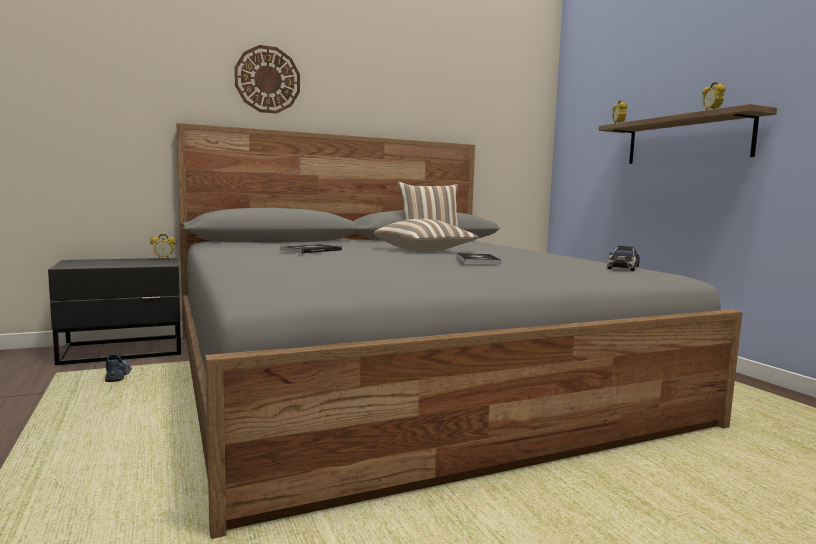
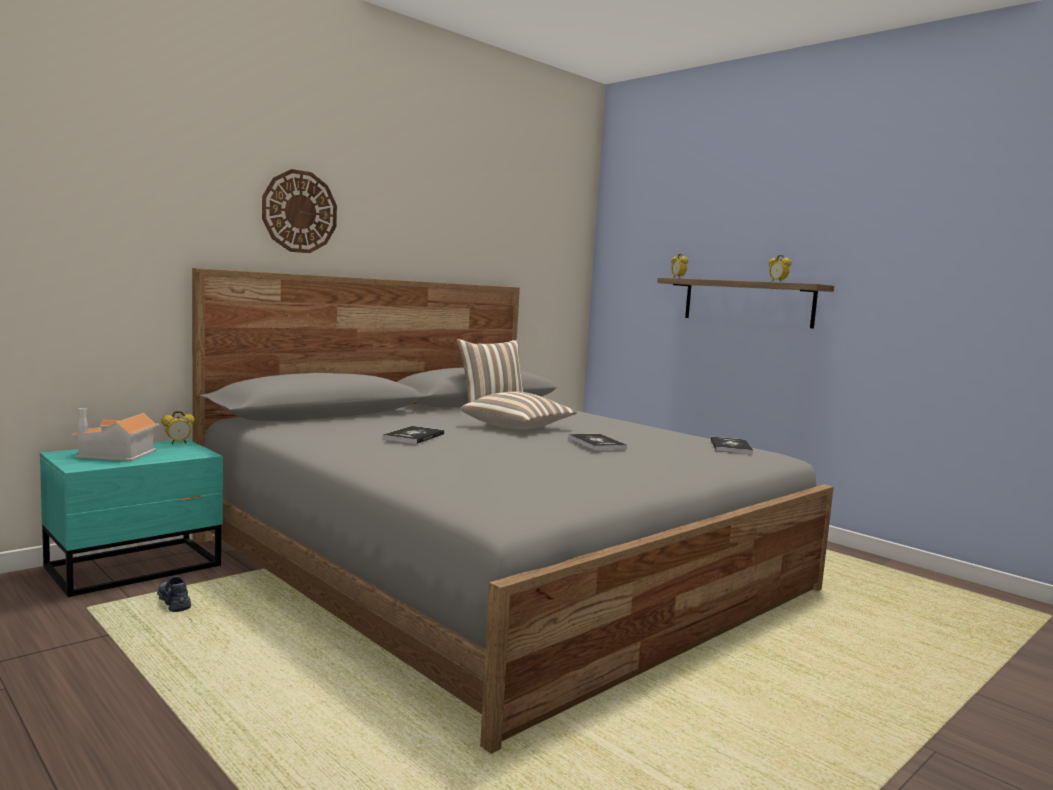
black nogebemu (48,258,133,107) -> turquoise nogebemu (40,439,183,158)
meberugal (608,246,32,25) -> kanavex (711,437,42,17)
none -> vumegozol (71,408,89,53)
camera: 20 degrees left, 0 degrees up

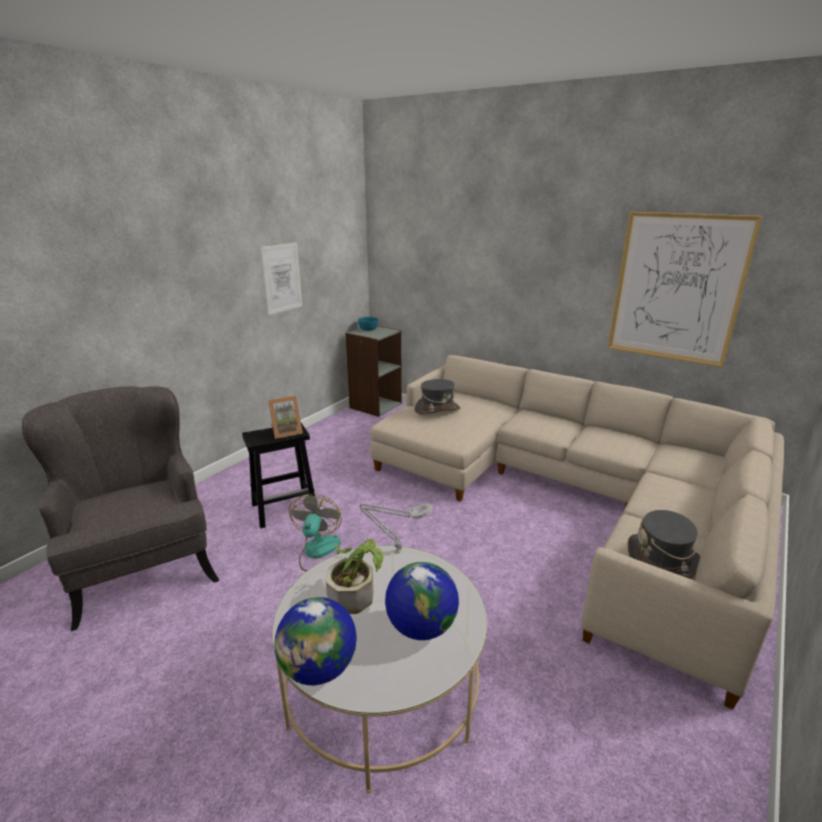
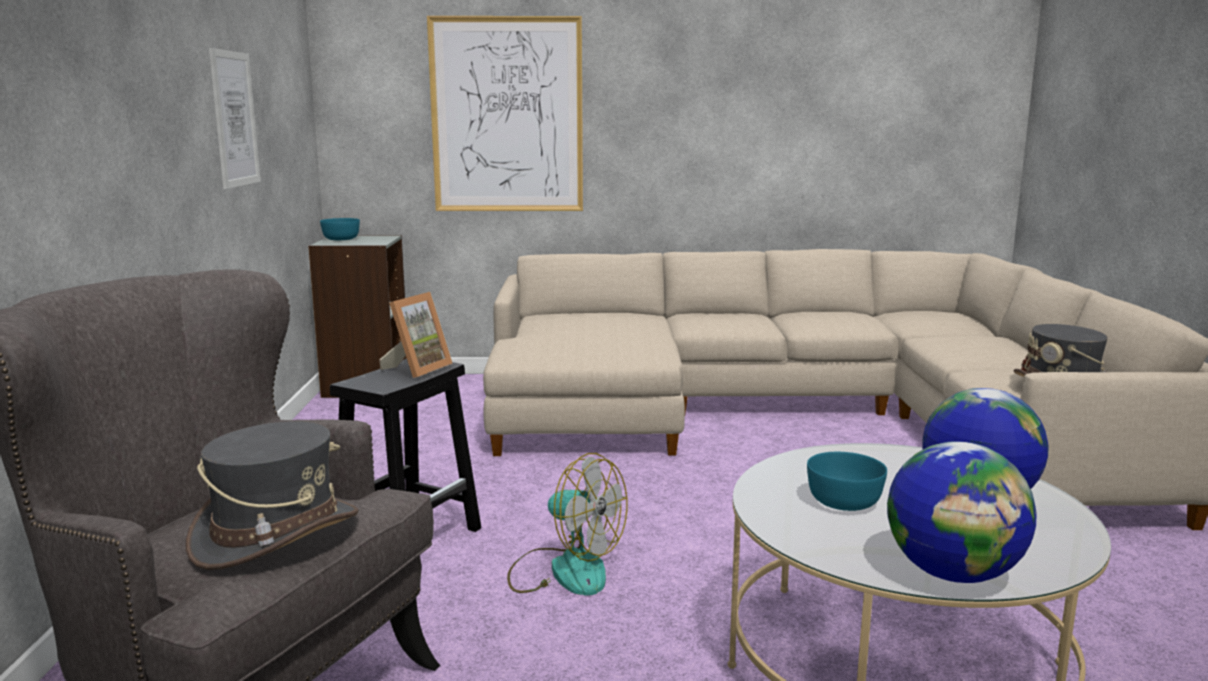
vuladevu (289,494,53,77) -> vuladevu (507,453,120,143), 150 degrees clockwise
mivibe (325,539,59,75) -> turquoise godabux (807,452,80,59)
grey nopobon (359,503,73,50) -> none
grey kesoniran (415,379,45,35) -> grey kesoniran (186,421,173,149), move
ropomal (608,212,155,155) -> ropomal (427,16,156,195), move
camera: 35 degrees left, 10 degrees down

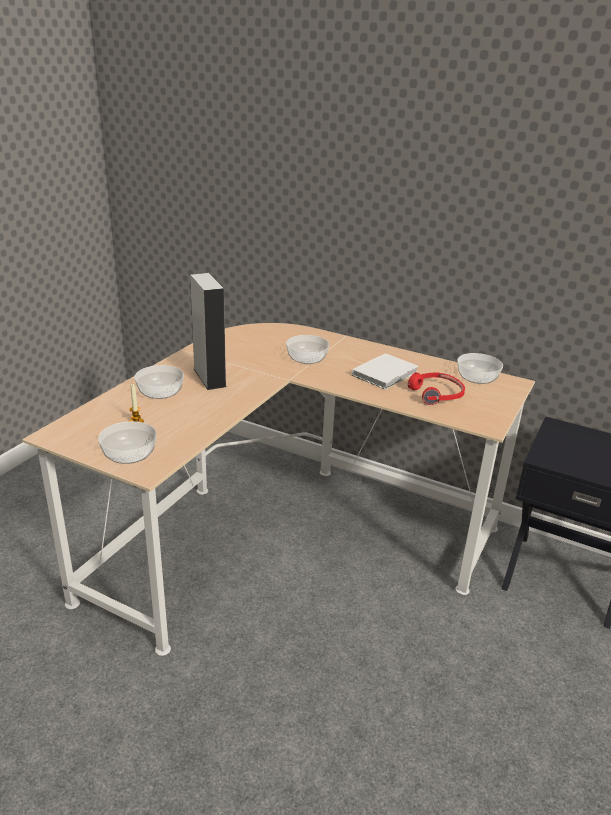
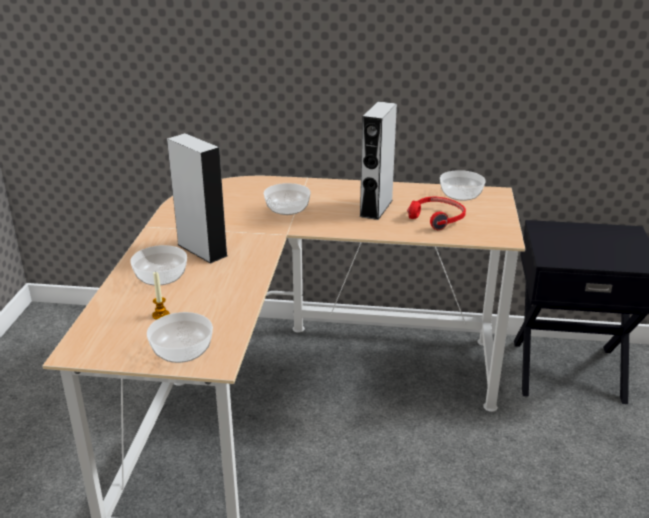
white kanavex (352,353,67,37) -> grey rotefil (359,101,38,119)
camera: 20 degrees left, 0 degrees up

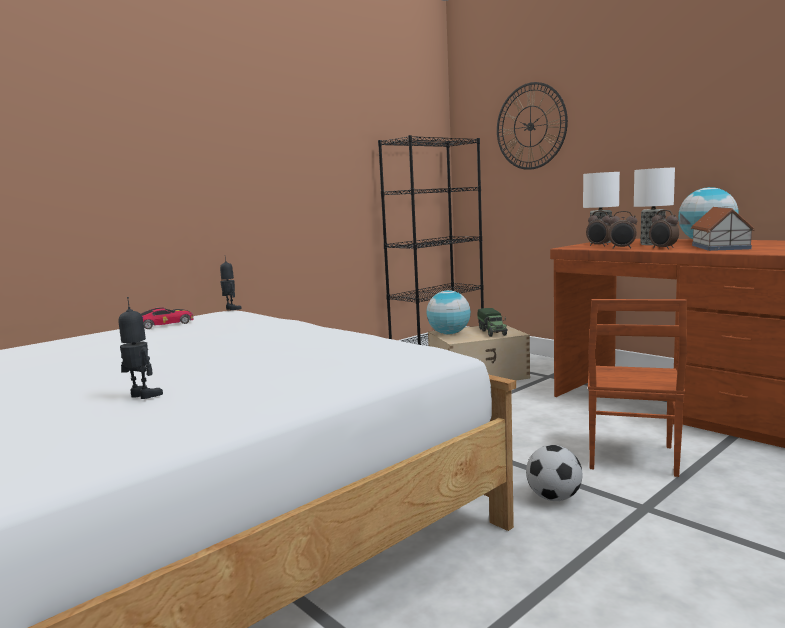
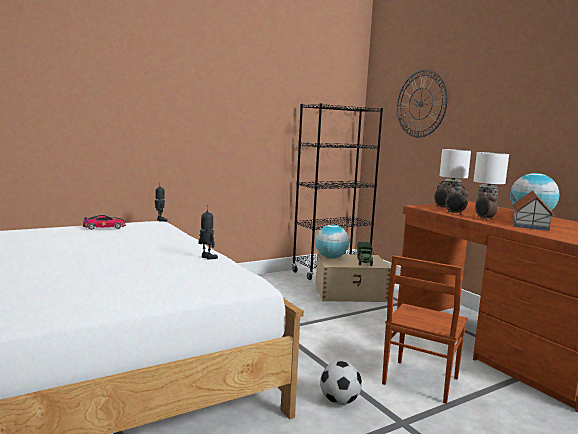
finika (119,297,44,102) -> finika (198,205,20,54), move
camera: 10 degrees right, 0 degrees up

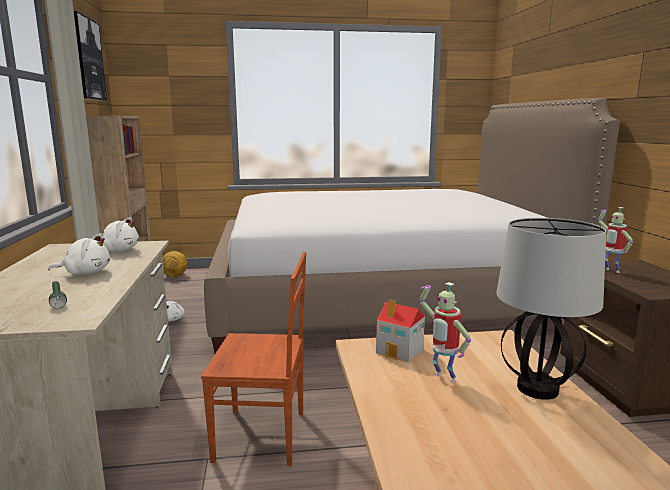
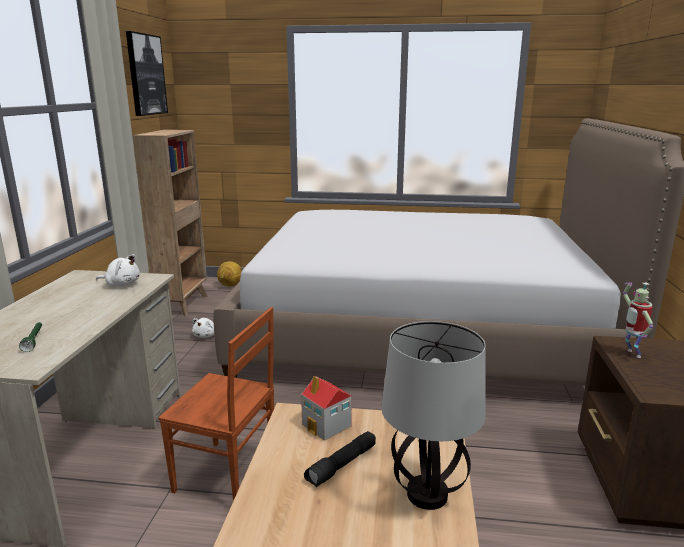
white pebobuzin (48,234,62,41) -> none
finika (419,282,52,101) -> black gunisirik (304,431,72,56)
camera: 15 degrees right, 5 degrees up

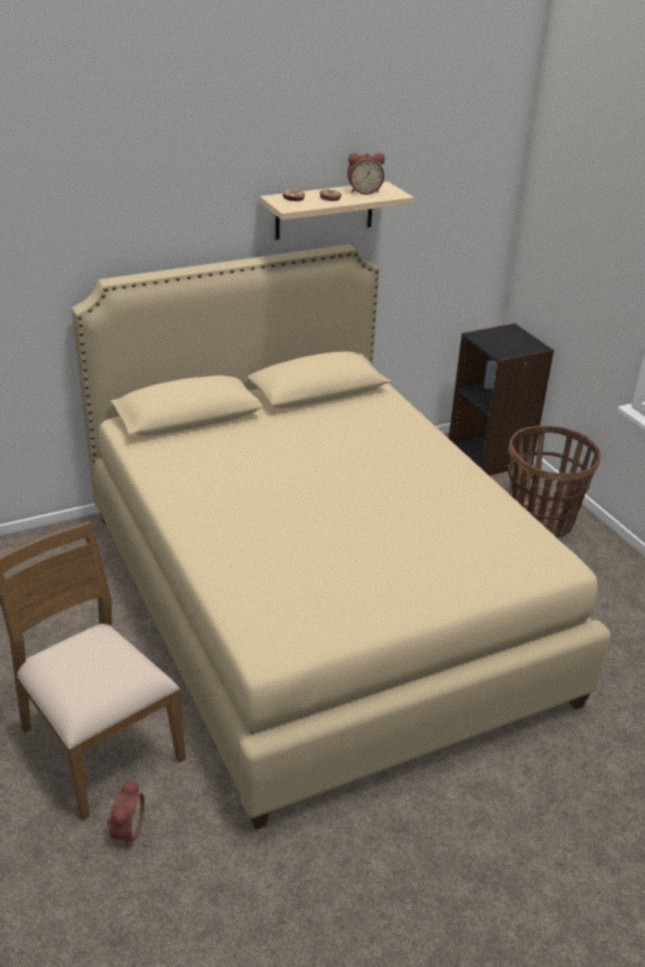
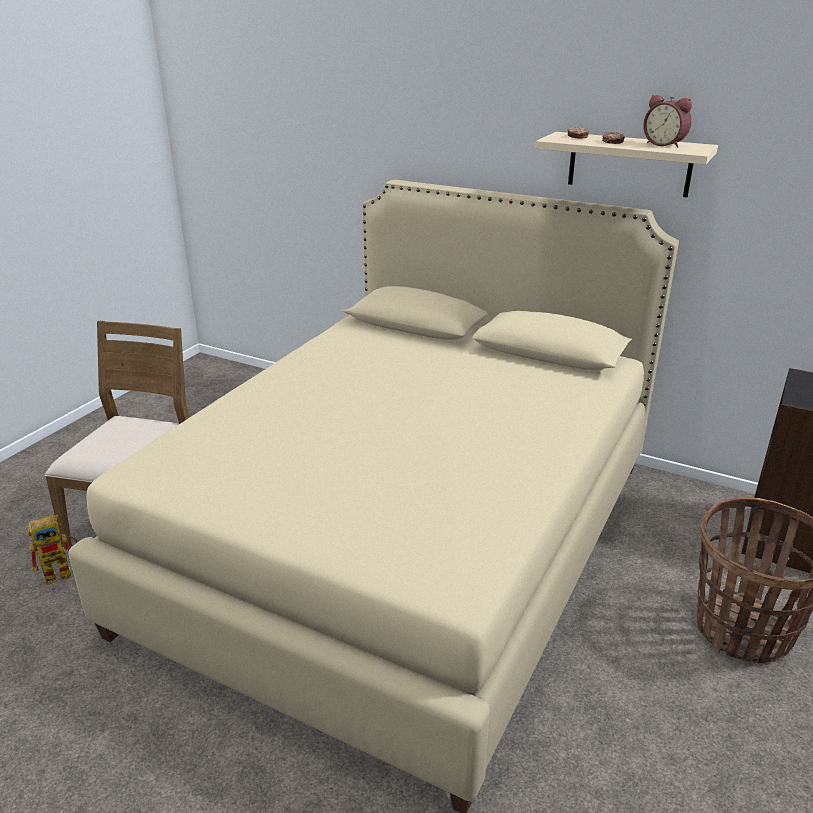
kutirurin (107,779,37,68) -> finika (28,514,50,71)
camera: 55 degrees right, 5 degrees down

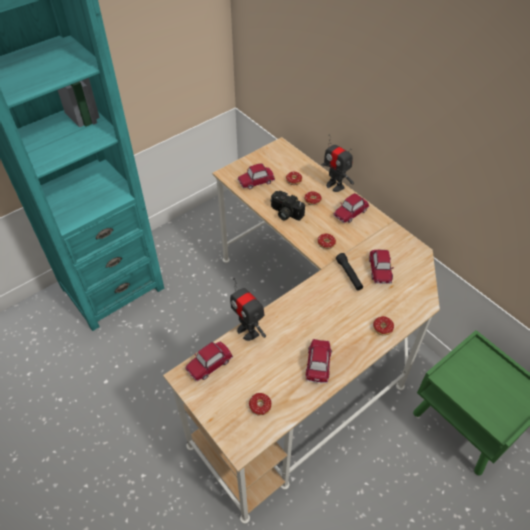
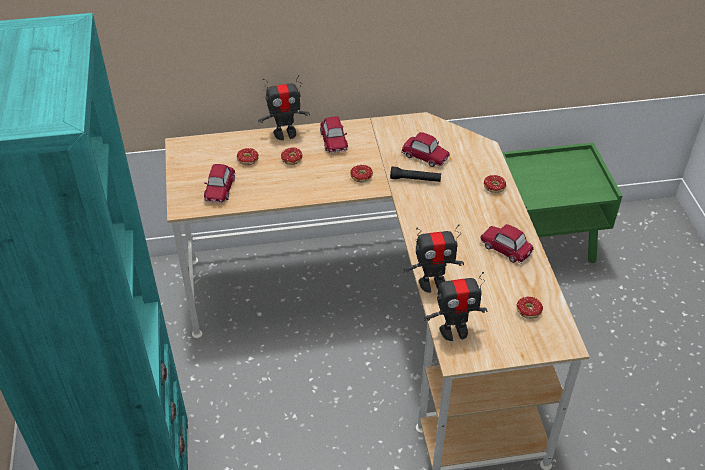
meberugal (185,342,48,39) -> finika (424,272,63,69)
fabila (270,191,35,30) -> none
camera: 60 degrees left, 5 degrees down

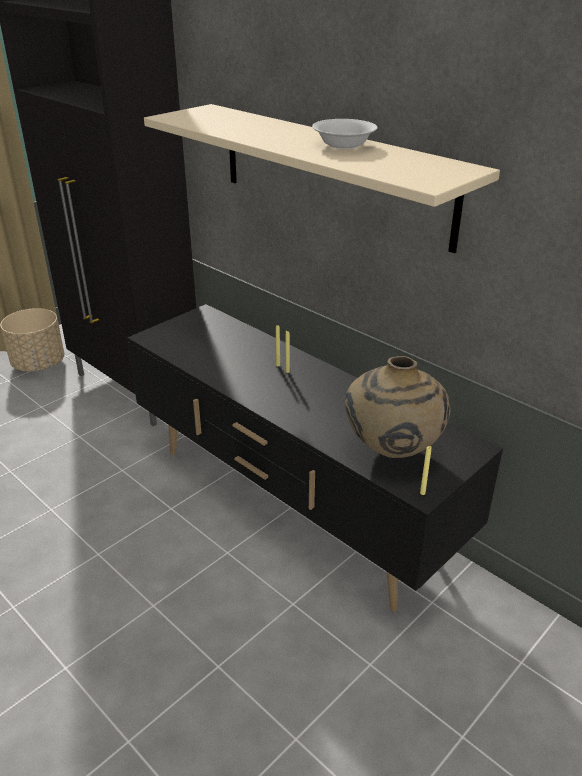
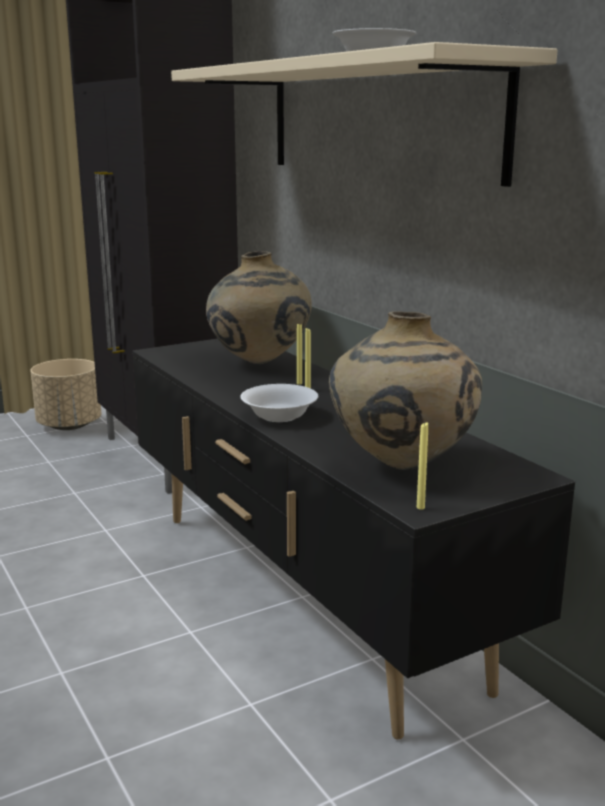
none -> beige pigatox (206,251,106,113)
none -> white godabux (241,384,77,38)
camera: 15 degrees right, 15 degrees down

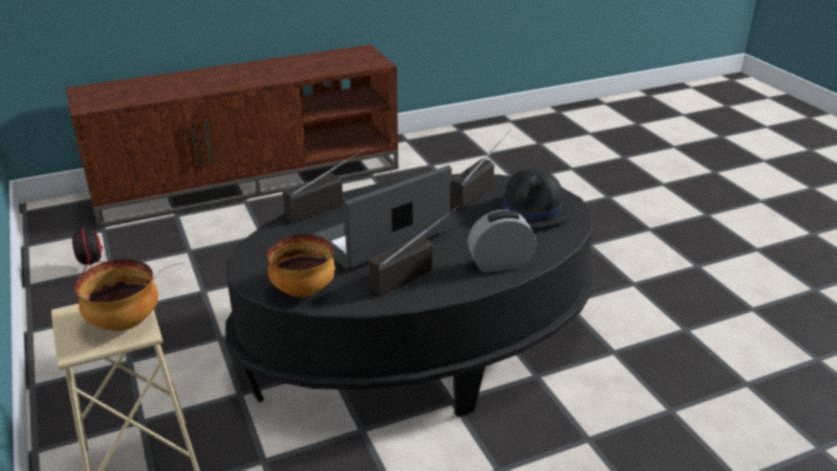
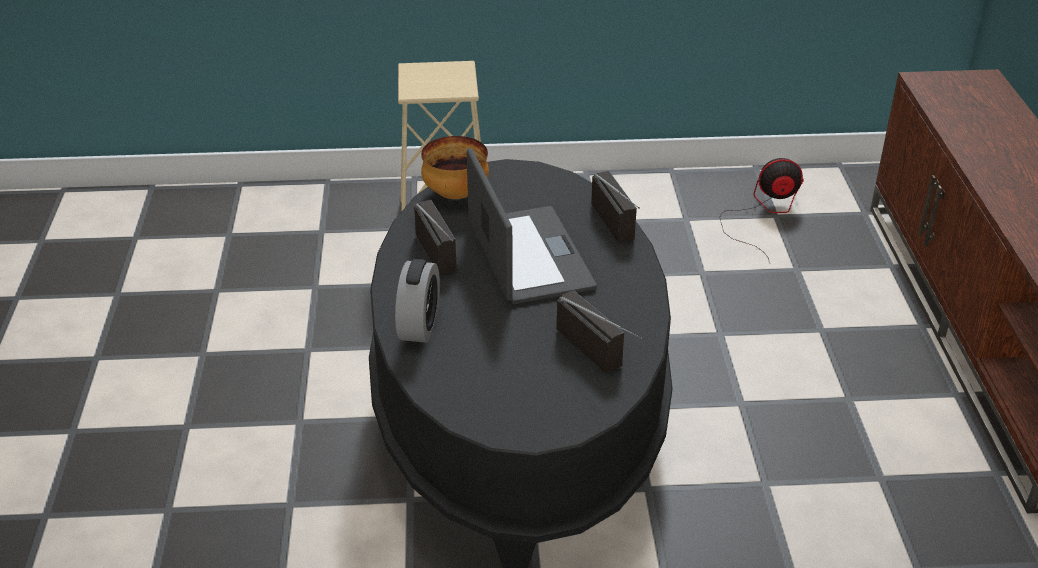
godabux (75,259,83,72) -> none
black kesoniran (491,169,82,60) -> none
camera: 110 degrees right, 5 degrees up

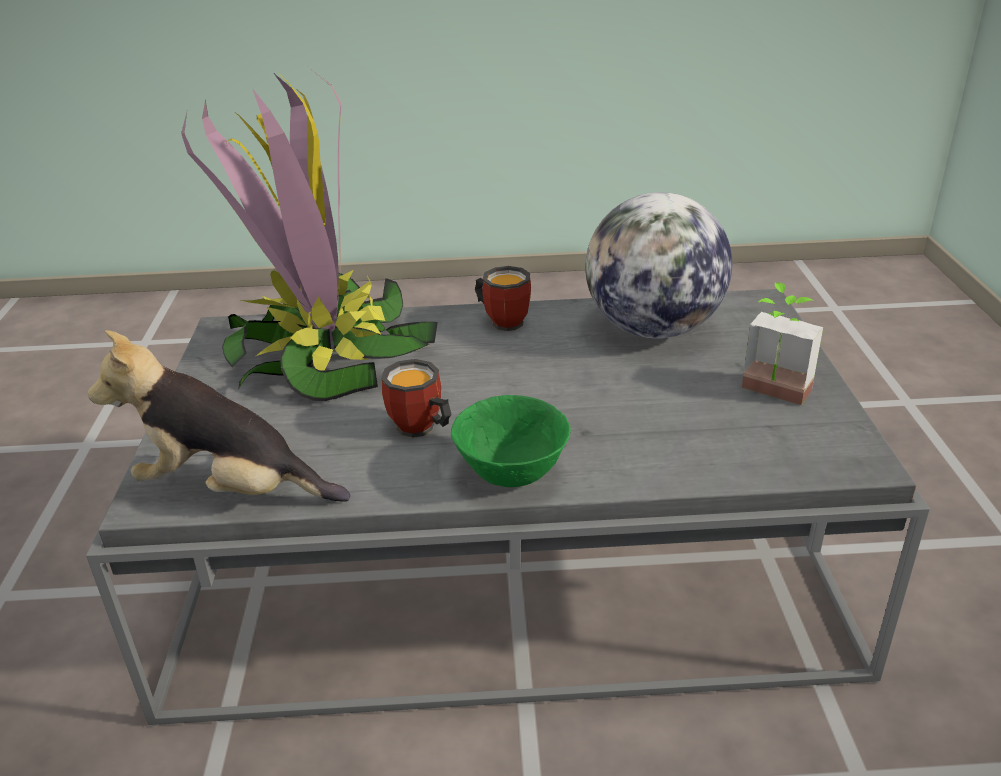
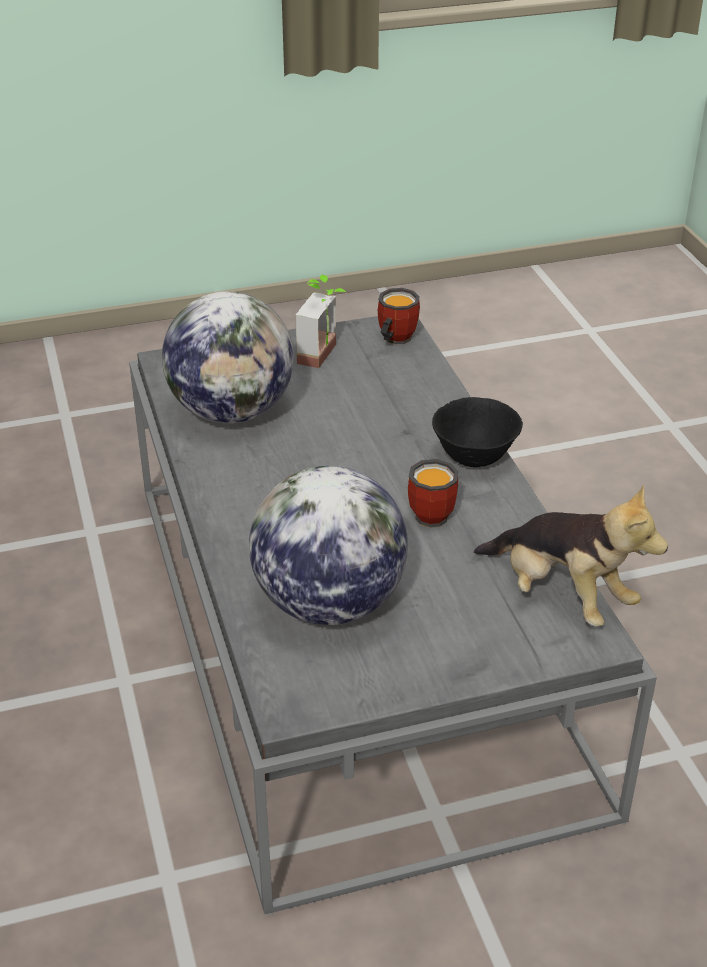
pebobuzin (88,330,262,172) -> pebobuzin (474,484,194,142), 45 degrees counterclockwise
mivibe (181,67,257,334) -> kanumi (249,466,159,159)
green godabux (451,395,120,92) -> black godabux (432,397,91,70)
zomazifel (475,266,56,65) -> zomazifel (378,288,42,57), move
camera: 105 degrees left, 5 degrees up

